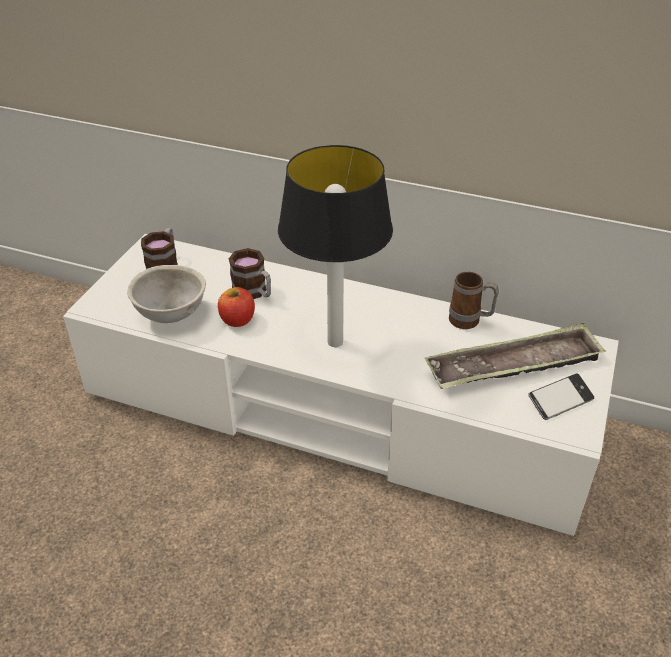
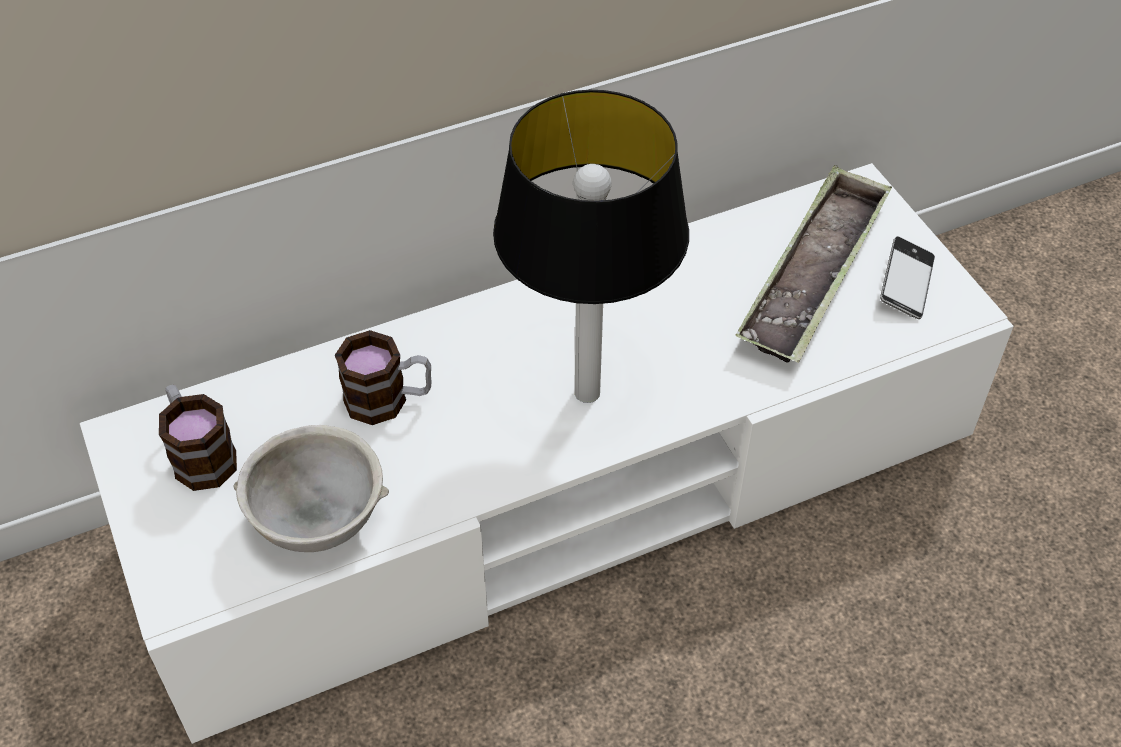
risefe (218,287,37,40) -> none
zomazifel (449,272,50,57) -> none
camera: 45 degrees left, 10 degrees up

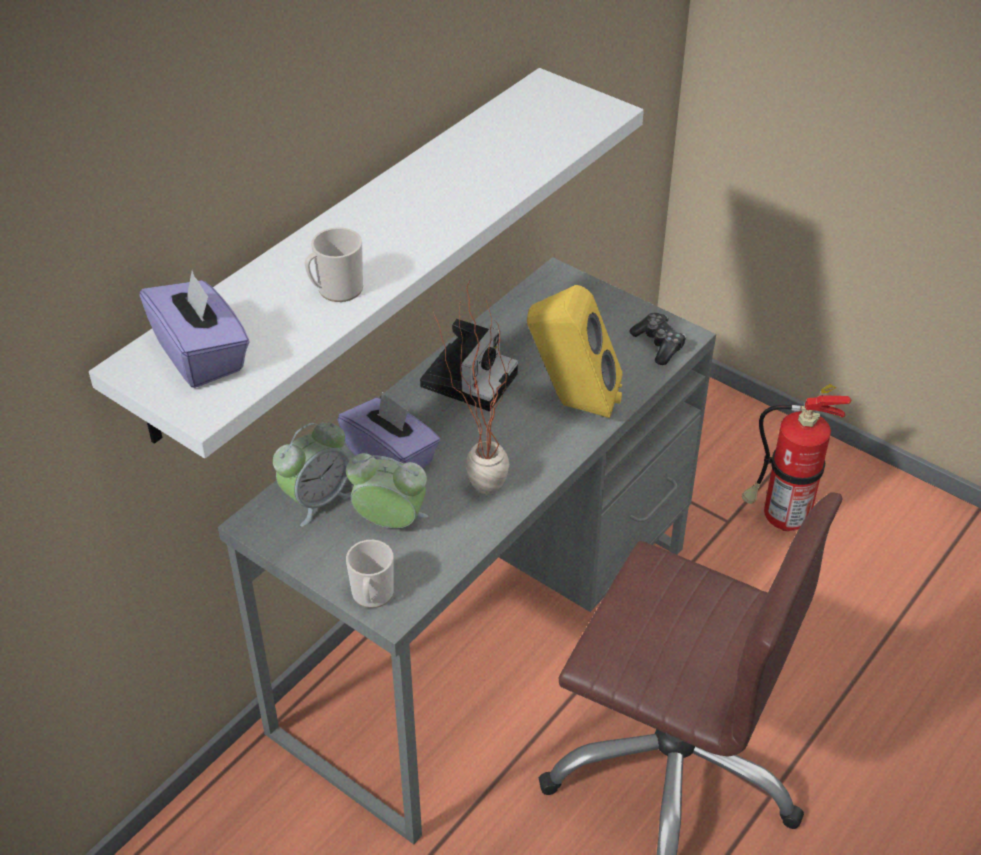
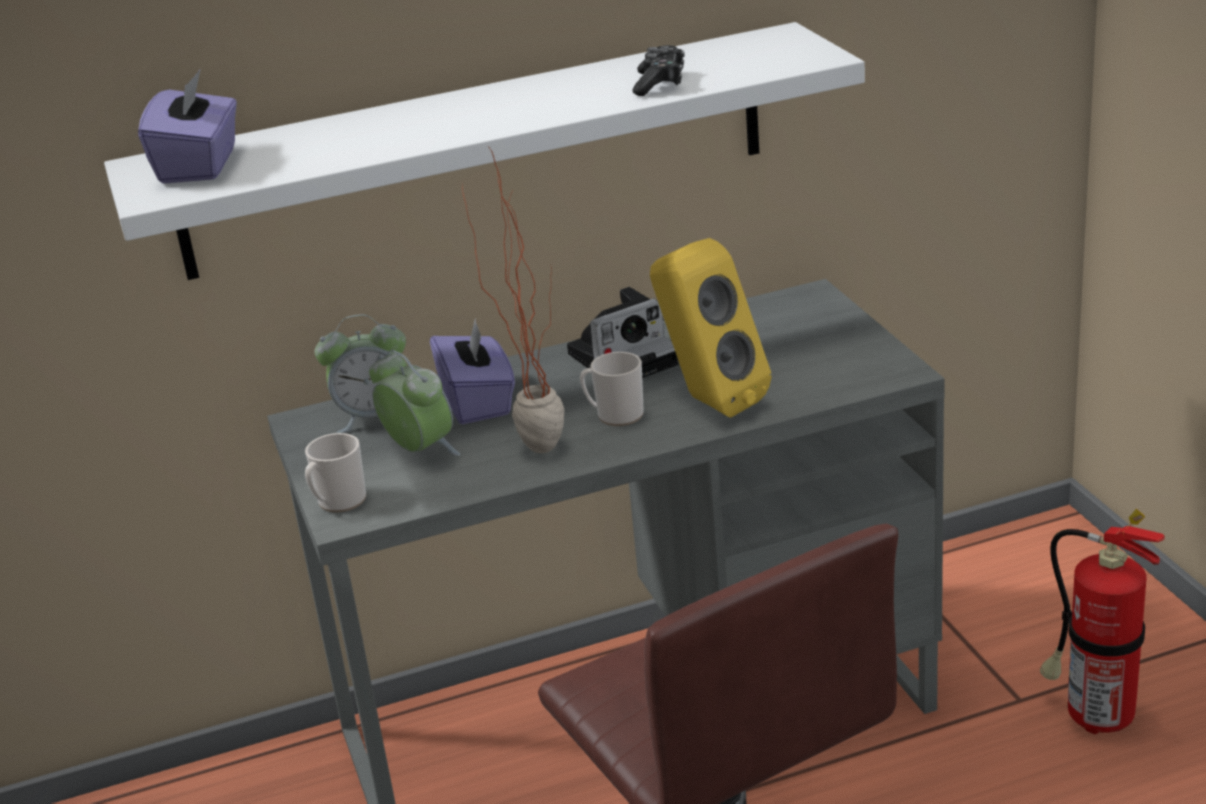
zomazifel (304,227,59,75) -> zomazifel (580,352,64,74), move
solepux (629,313,57,52) -> solepux (632,45,53,51), move
camera: 35 degrees right, 15 degrees down

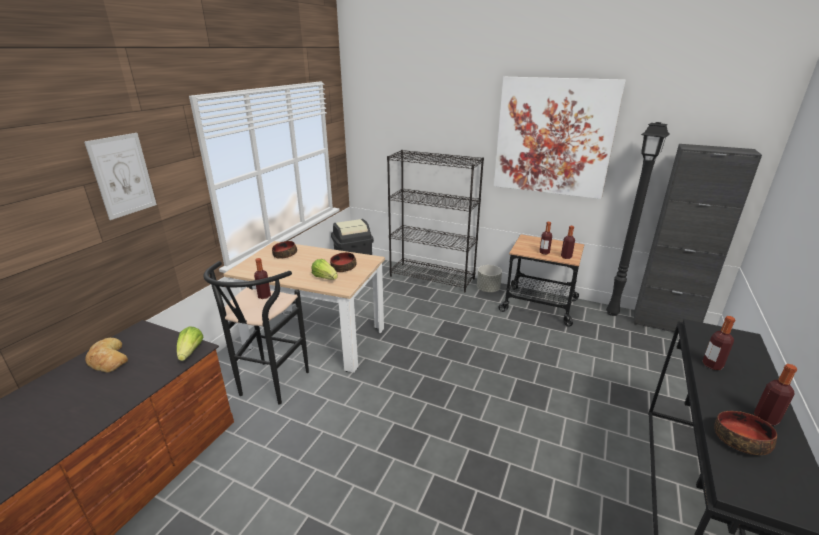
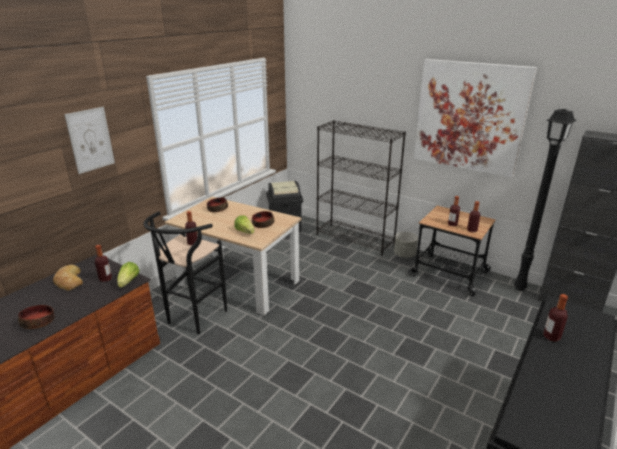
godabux (714,411,63,44) -> godabux (18,305,37,24), move
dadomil (754,364,43,62) -> dadomil (95,245,17,37), move
camera: 10 degrees right, 0 degrees up

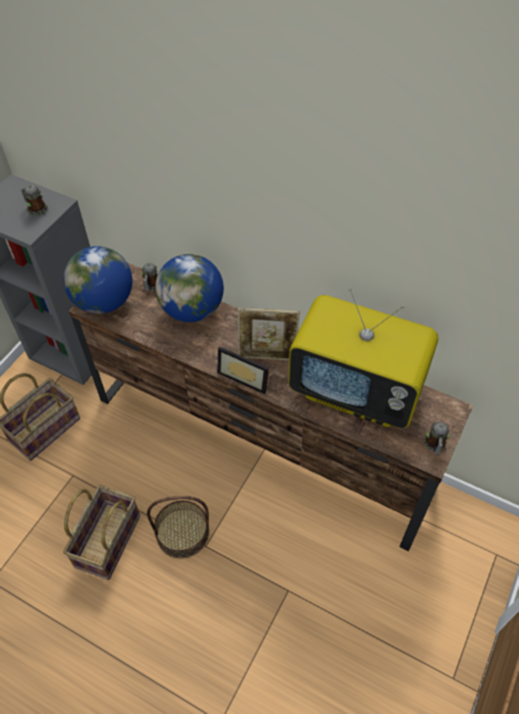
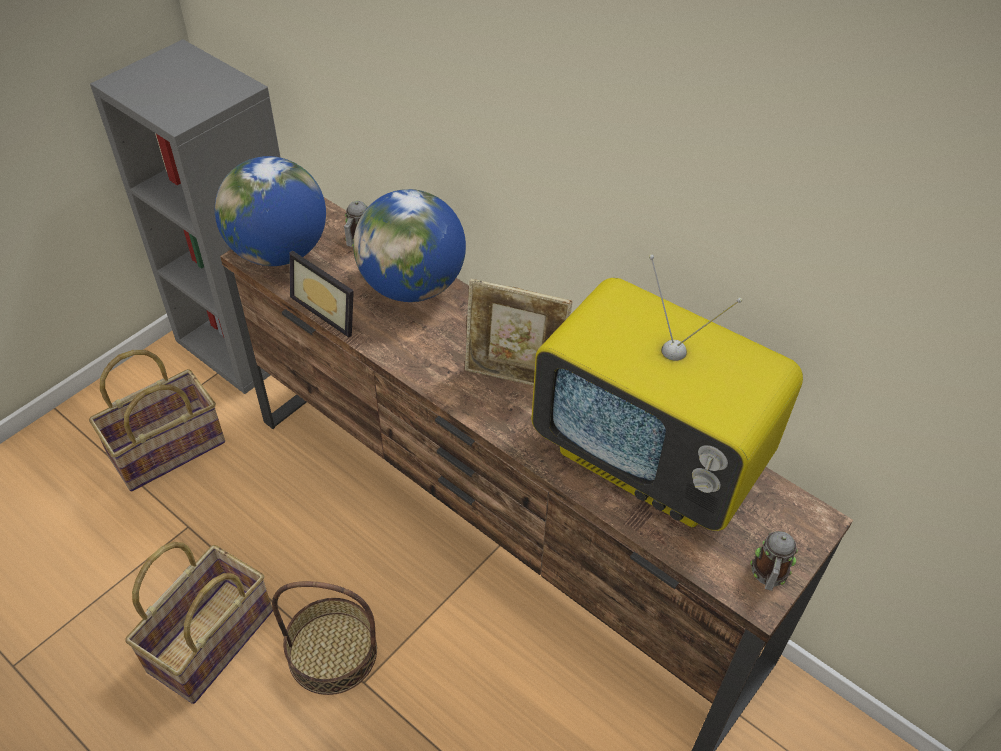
zomazifel (20,185,27,31) -> none
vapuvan (217,346,52,48) -> vapuvan (290,251,64,87), move
camera: 10 degrees right, 5 degrees down

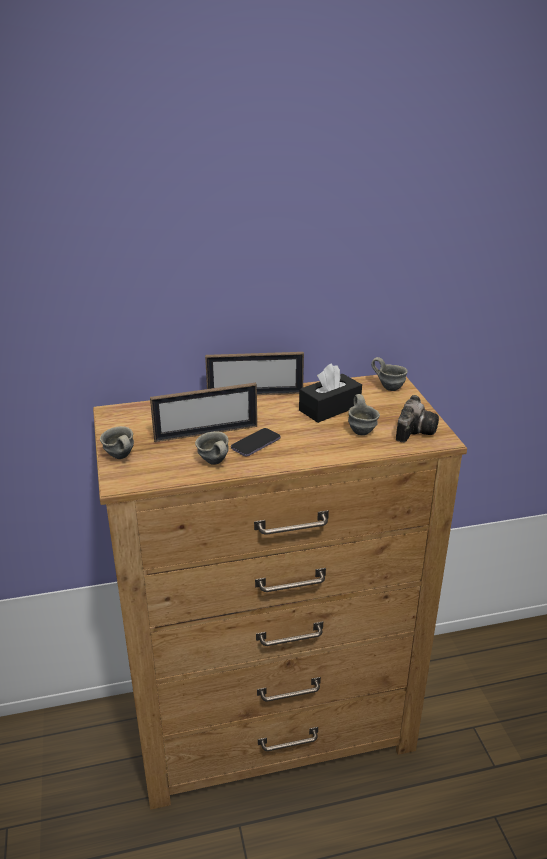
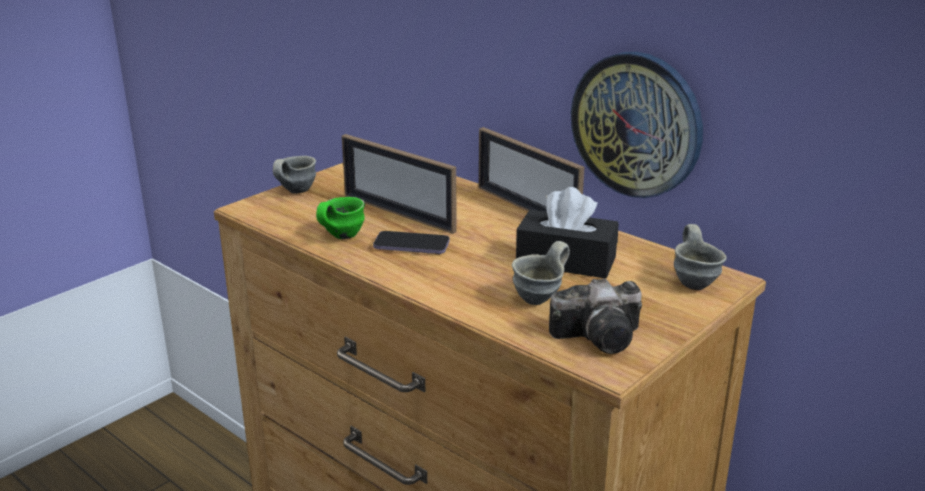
grey zomazifel (195,431,34,34) -> green zomazifel (316,197,49,42)
none -> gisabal (571,52,132,146)
camera: 55 degrees right, 5 degrees down

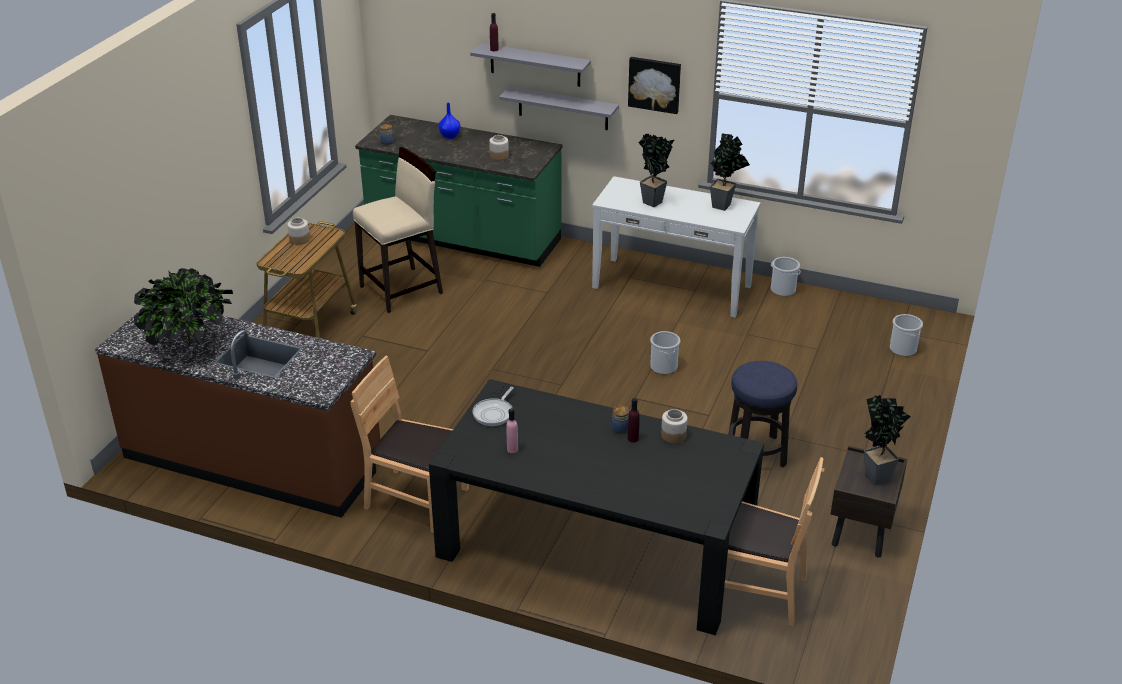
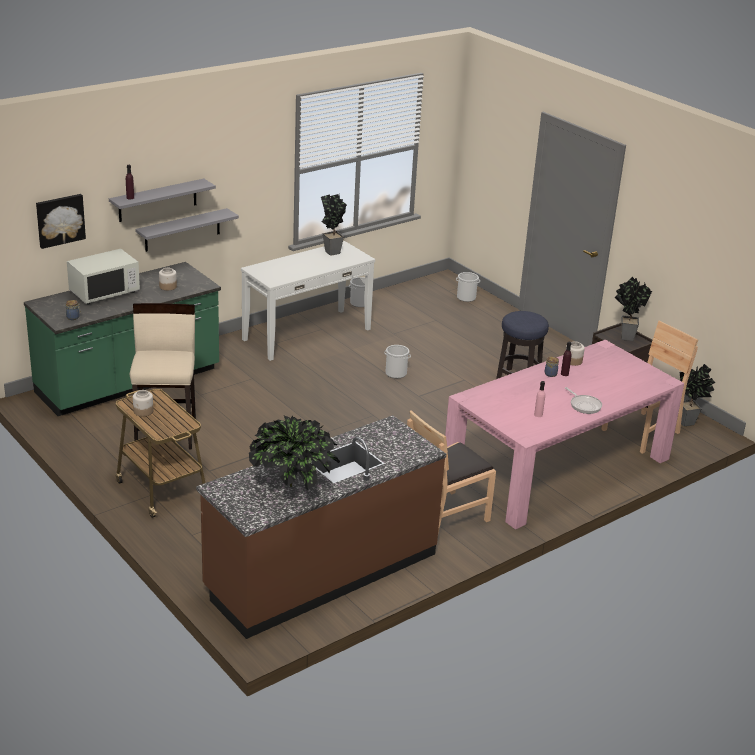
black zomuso (429,379,335,256) -> pink zomuso (445,340,239,189)
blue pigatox (438,103,22,36) -> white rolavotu (67,249,73,55)
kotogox (473,387,41,39) -> kotogox (565,387,37,27), move
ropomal (628,57,53,57) -> ropomal (36,194,50,55), move
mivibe (639,134,35,73) -> mivibe (680,364,35,62), move
camera: 60 degrees left, 5 degrees down

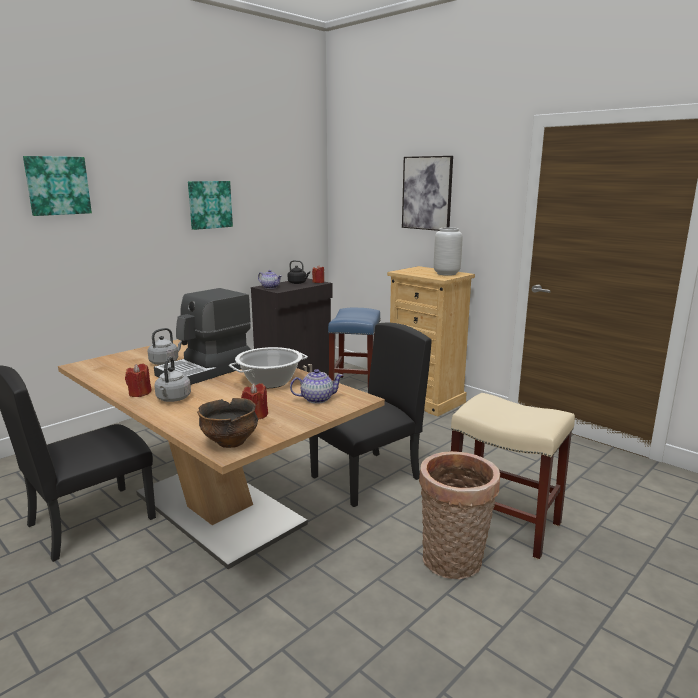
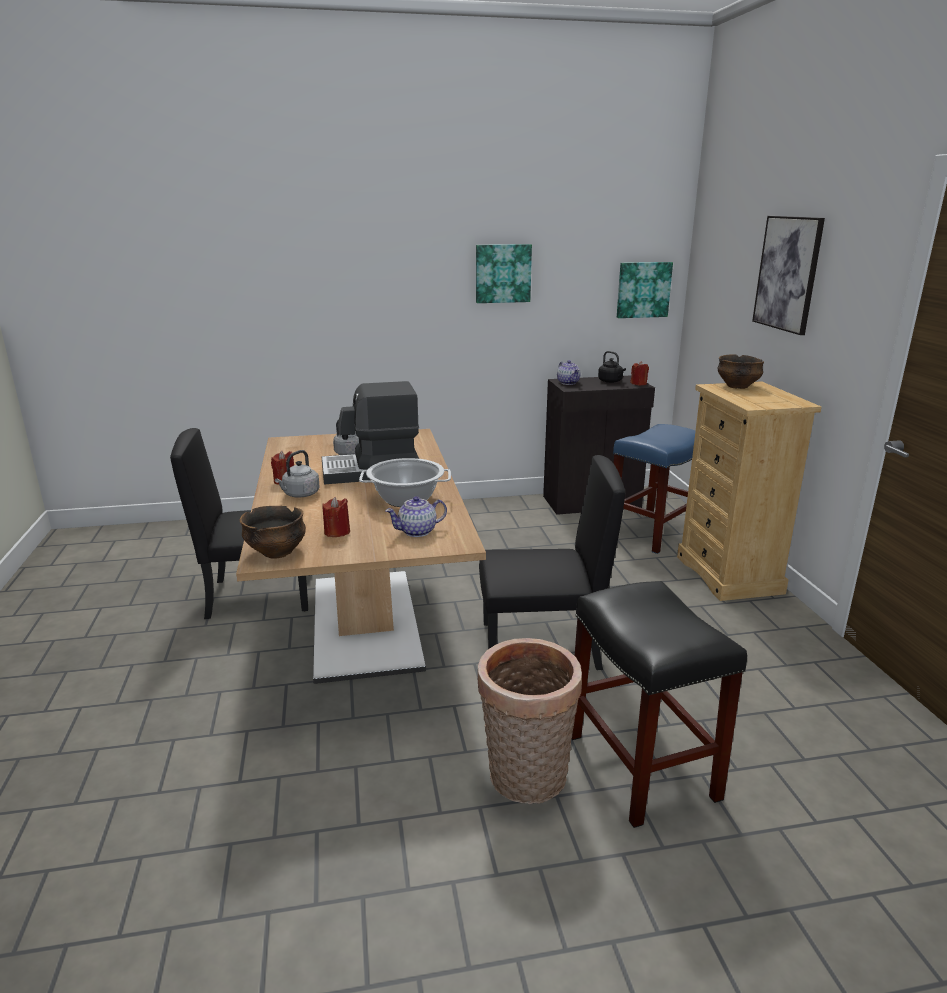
ropomal (23,156,69,60) -> ropomal (617,262,56,56), move
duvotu (290,369,53,35) -> duvotu (385,496,62,41), 135 degrees clockwise
grey pigatox (434,228,28,48) -> none
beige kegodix (451,393,124,167) -> black kegodix (572,581,175,247)
none -> godabux (718,354,46,35)
camera: 35 degrees right, 5 degrees up

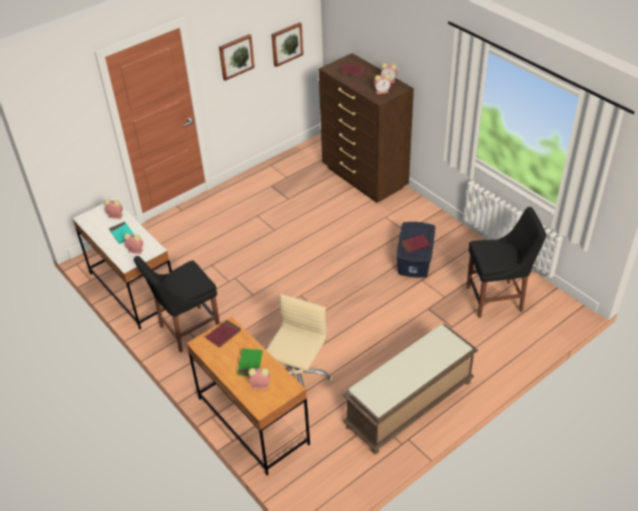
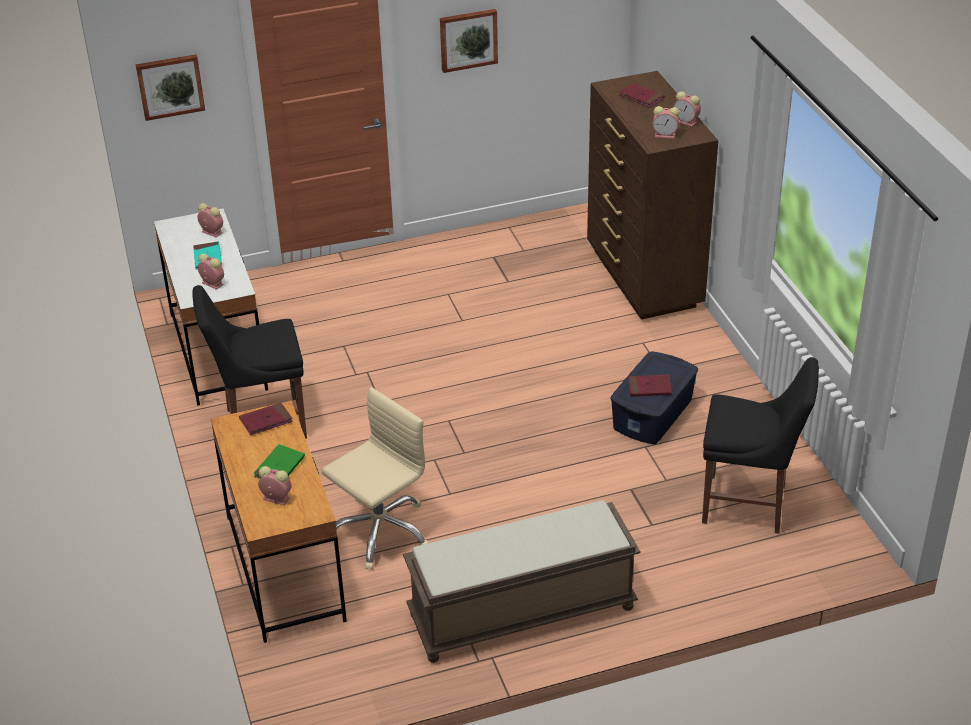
ropomal (271,22,32,45) -> ropomal (136,54,69,67), move
camera: 20 degrees right, 5 degrees down

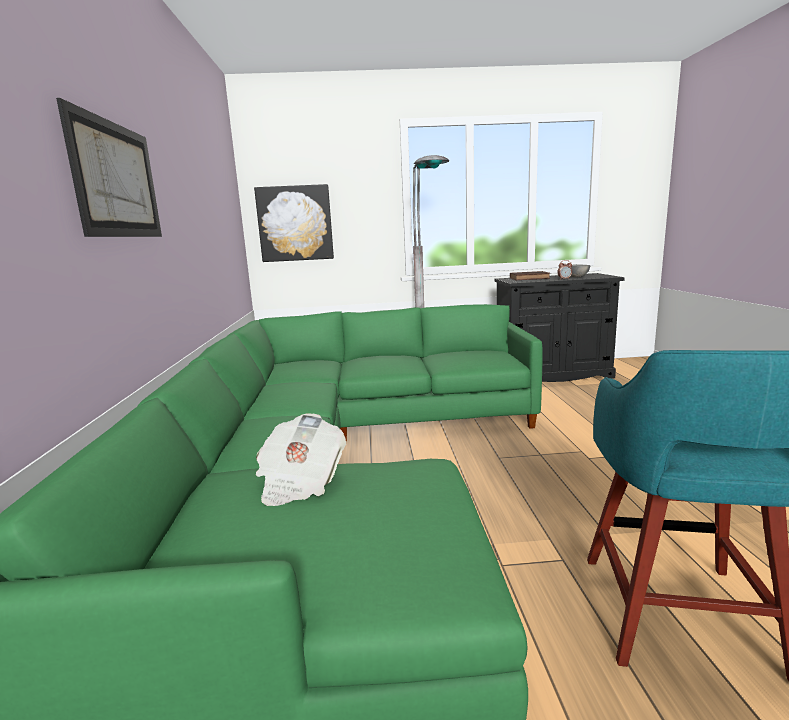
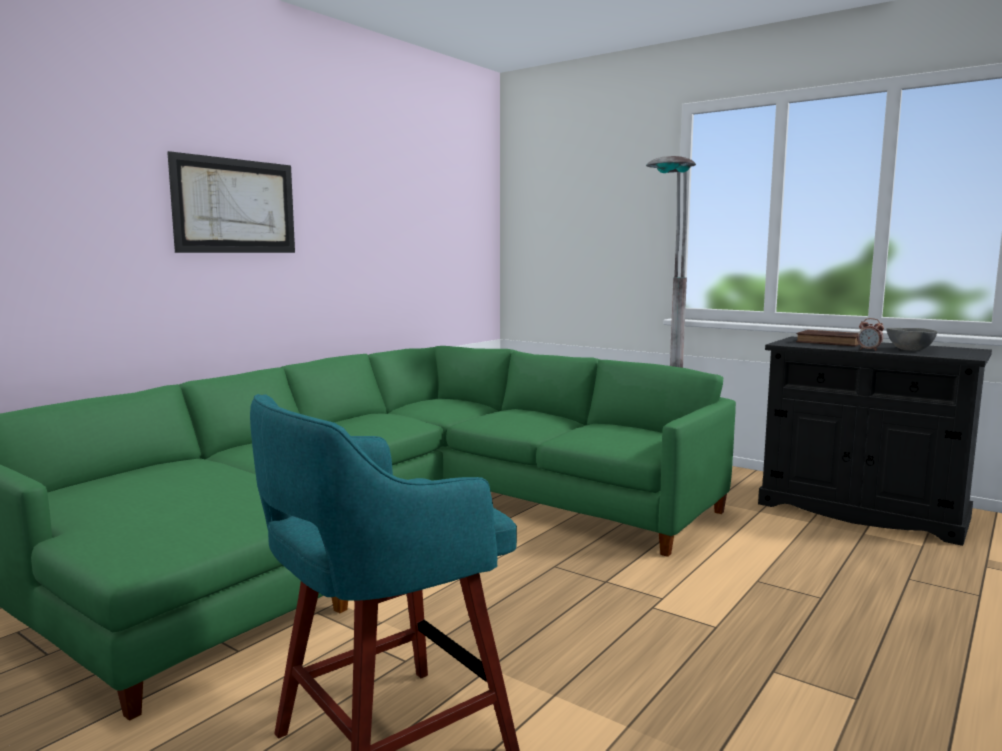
ropomal (254,184,80,78) -> none
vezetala (256,413,90,93) -> none
camera: 40 degrees right, 5 degrees down

